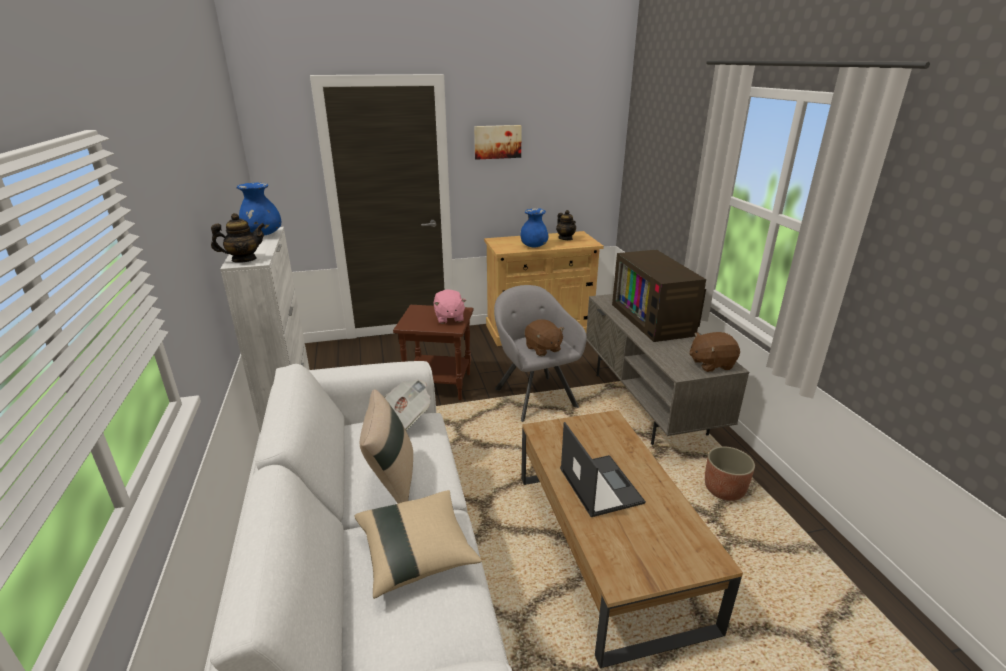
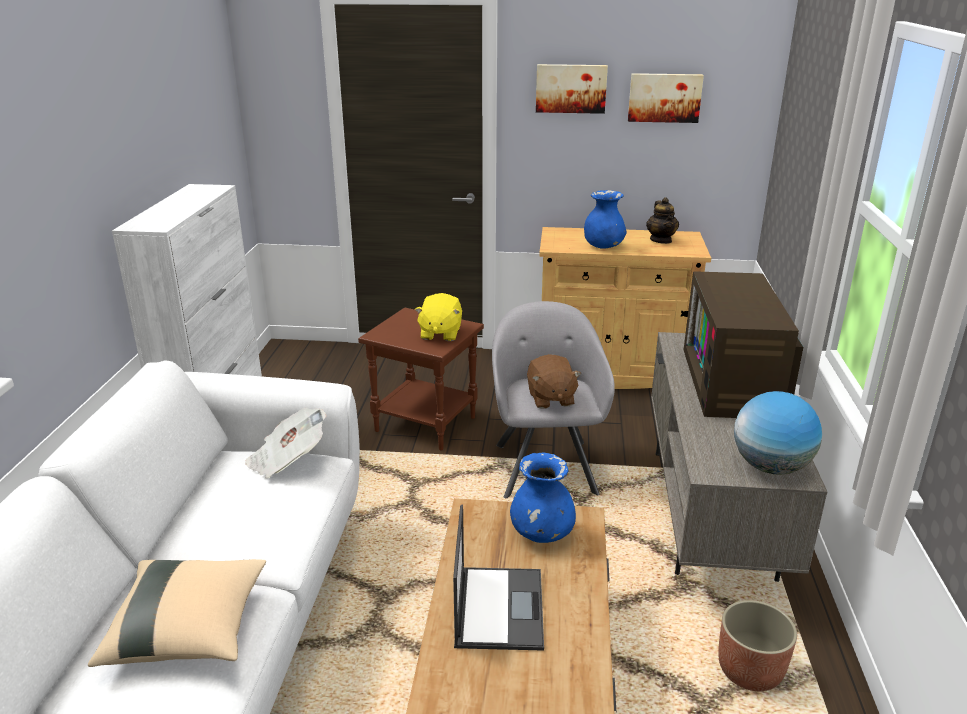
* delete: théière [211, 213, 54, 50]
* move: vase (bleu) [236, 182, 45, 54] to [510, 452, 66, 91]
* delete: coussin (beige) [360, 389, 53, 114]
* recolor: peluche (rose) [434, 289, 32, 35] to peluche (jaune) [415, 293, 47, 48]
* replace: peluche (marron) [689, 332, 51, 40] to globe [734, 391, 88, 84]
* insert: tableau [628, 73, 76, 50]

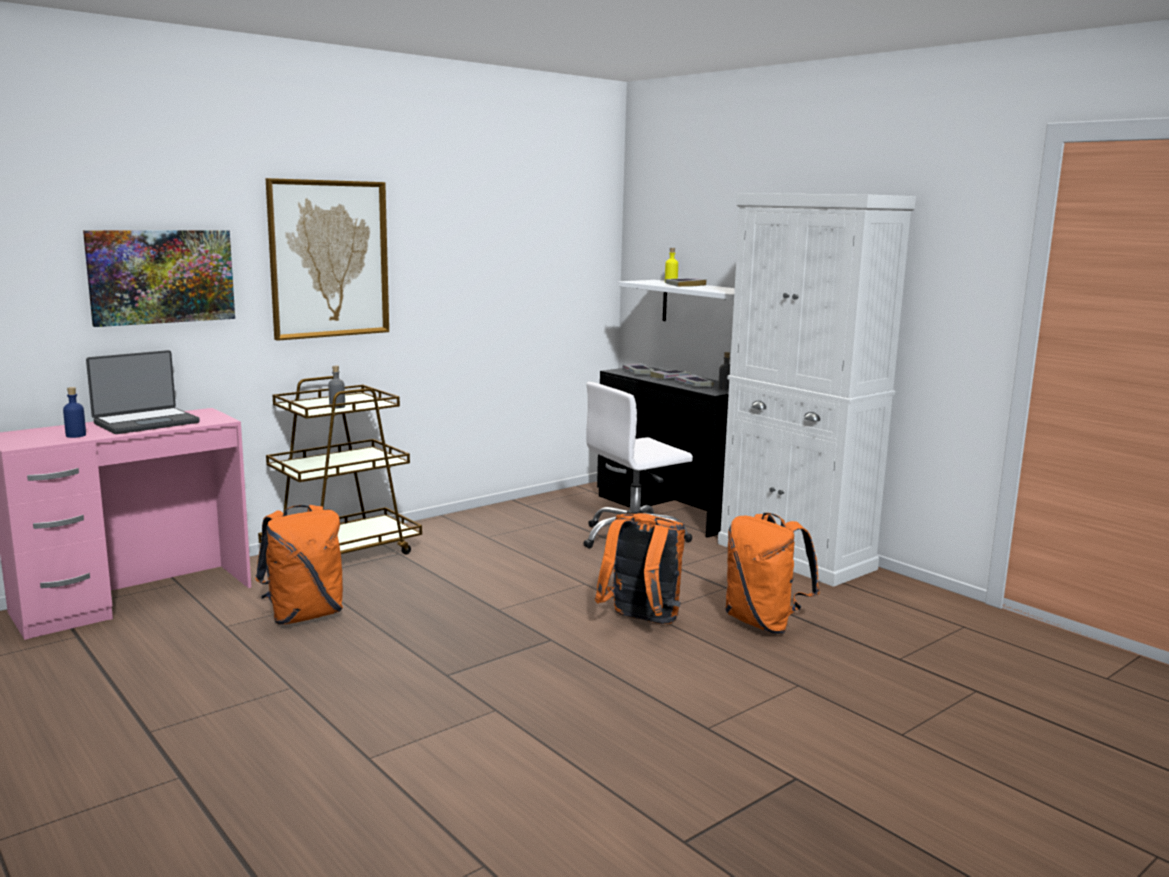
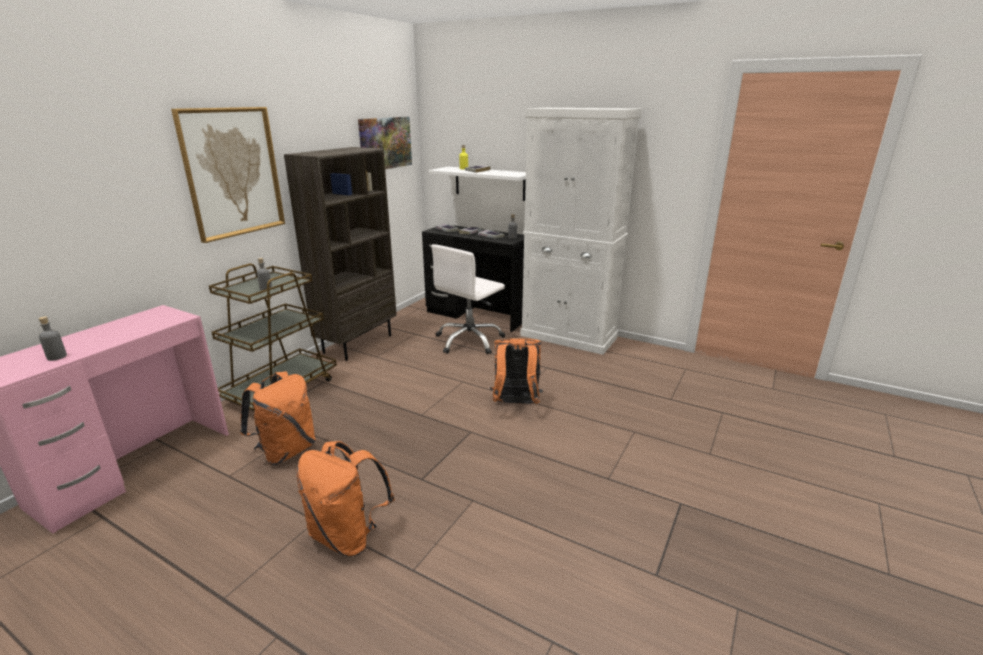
* recolor: bouteille (bleu) [63, 387, 23, 51] to bouteille (gris) [38, 316, 29, 45]
* move: tableau [83, 230, 152, 97] to [358, 117, 54, 52]
* delete: ordinateur portable [86, 350, 114, 84]
* move: sac à dos (orange) [725, 513, 95, 121] to [296, 441, 99, 115]
* insert: bibliothèque (marron) [284, 147, 113, 214]

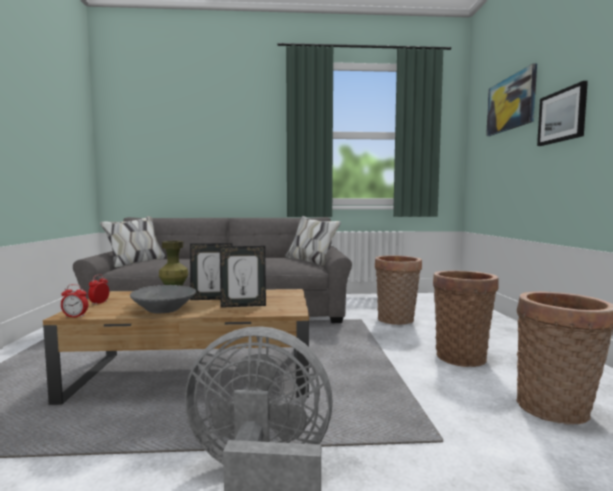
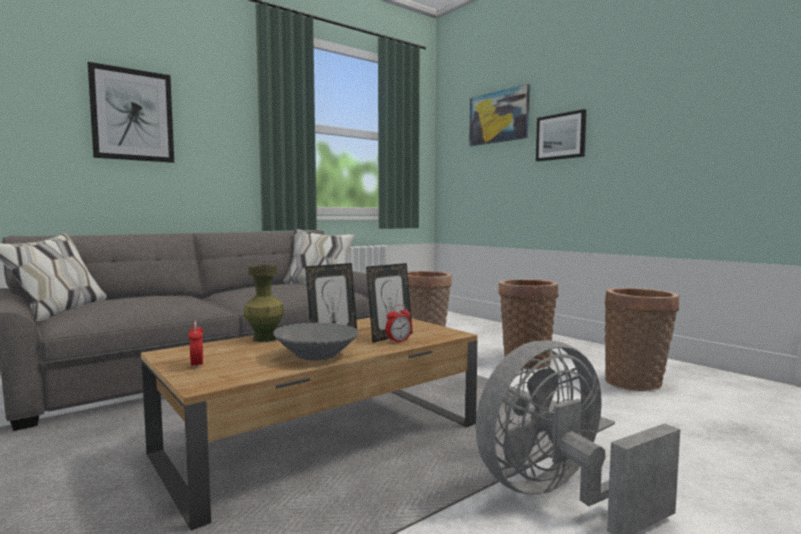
* move: réveil [61, 284, 27, 34] to [385, 304, 27, 39]
* insert: tableau [88, 62, 86, 101]

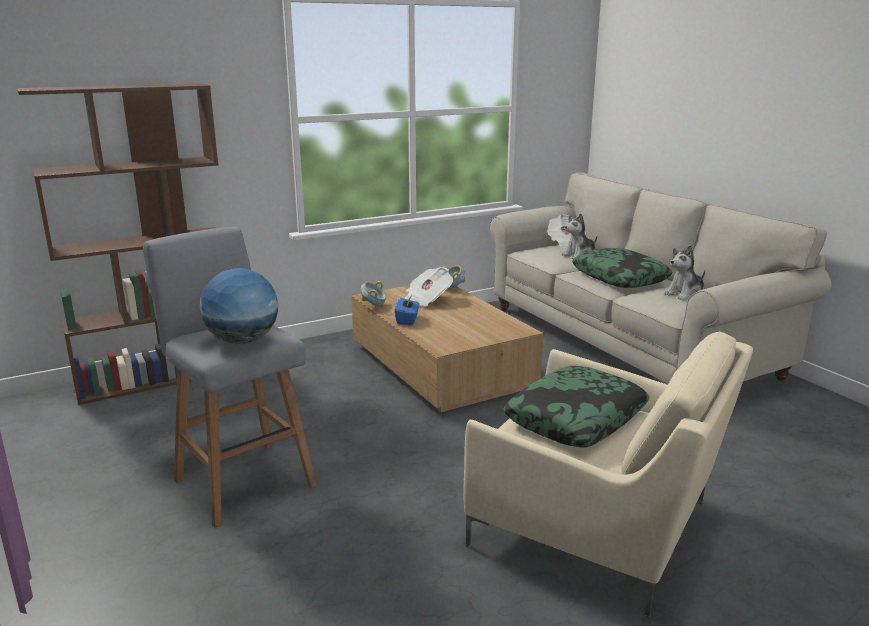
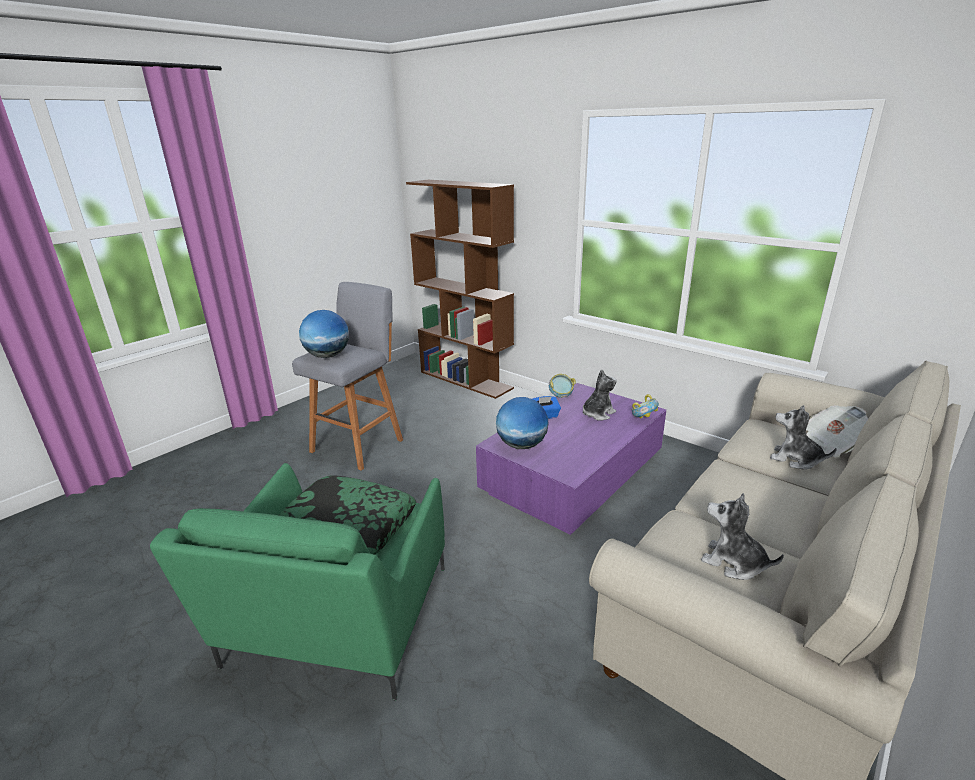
* recolor: table basse (marron) [351, 285, 192, 127] to table basse (violet) [476, 383, 190, 152]
* replace: journal [404, 267, 49, 40] to peluche [583, 370, 34, 51]
* recolor: fauteuil (beige) [464, 332, 289, 286] to fauteuil (vert) [150, 463, 295, 238]
* delete: coussin [572, 248, 100, 40]
* insert: globe [496, 397, 52, 52]

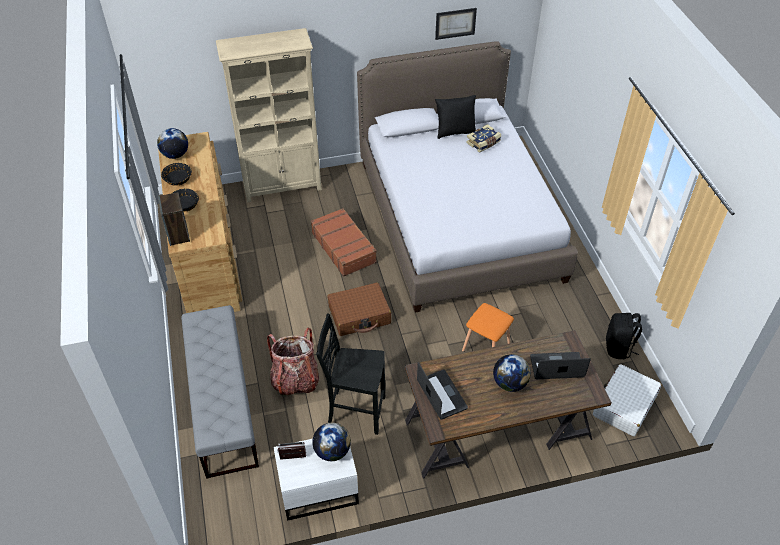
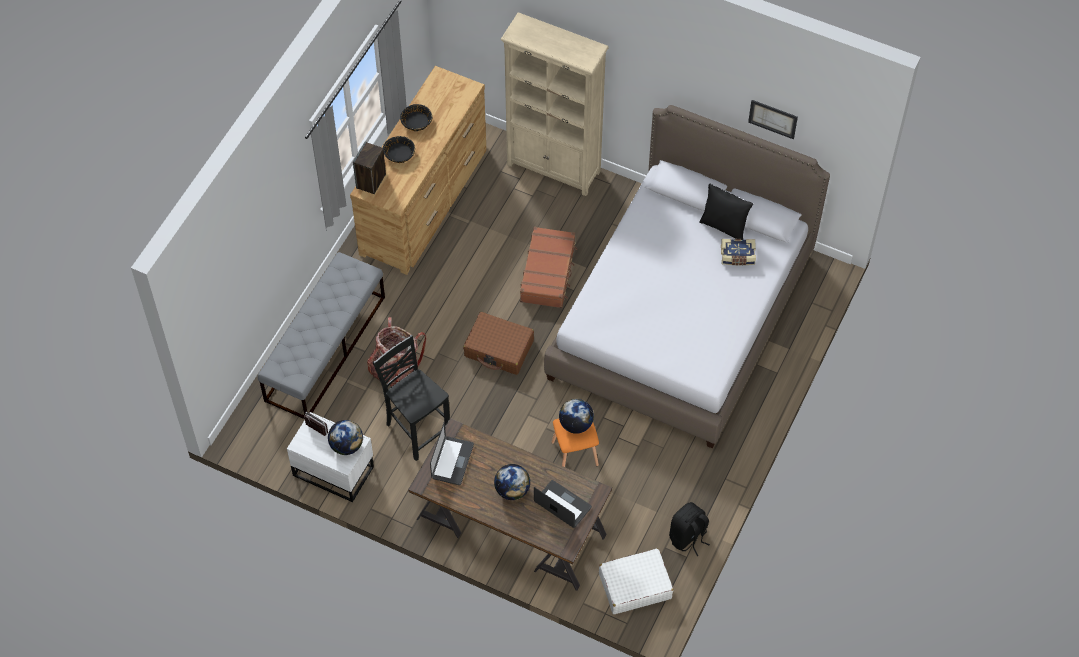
* move: globe [157, 128, 31, 31] to [559, 399, 35, 35]

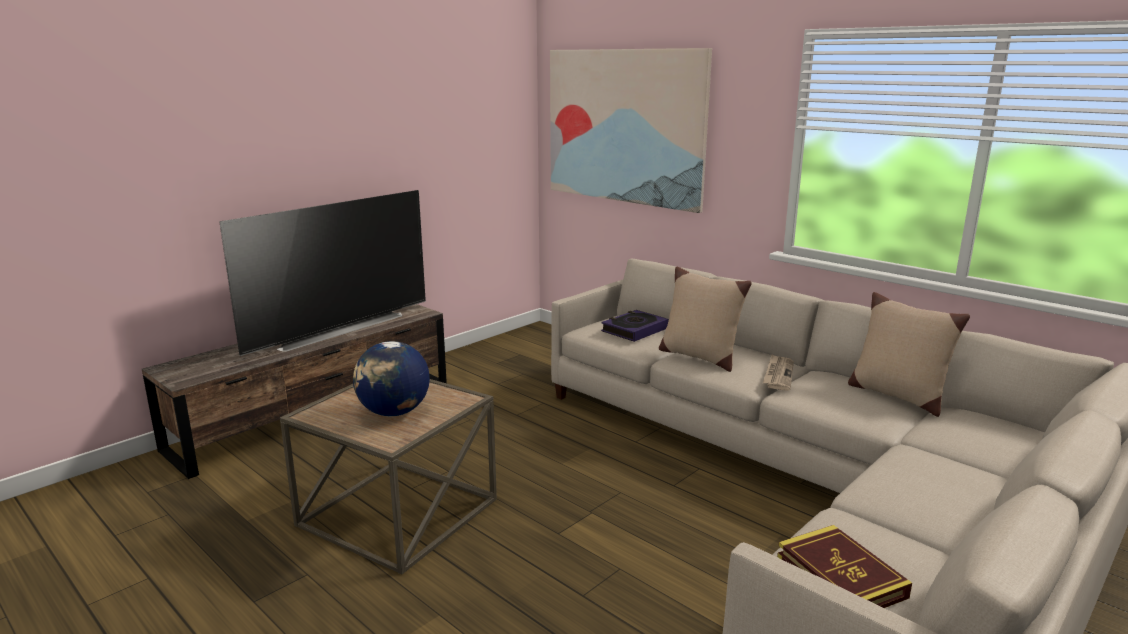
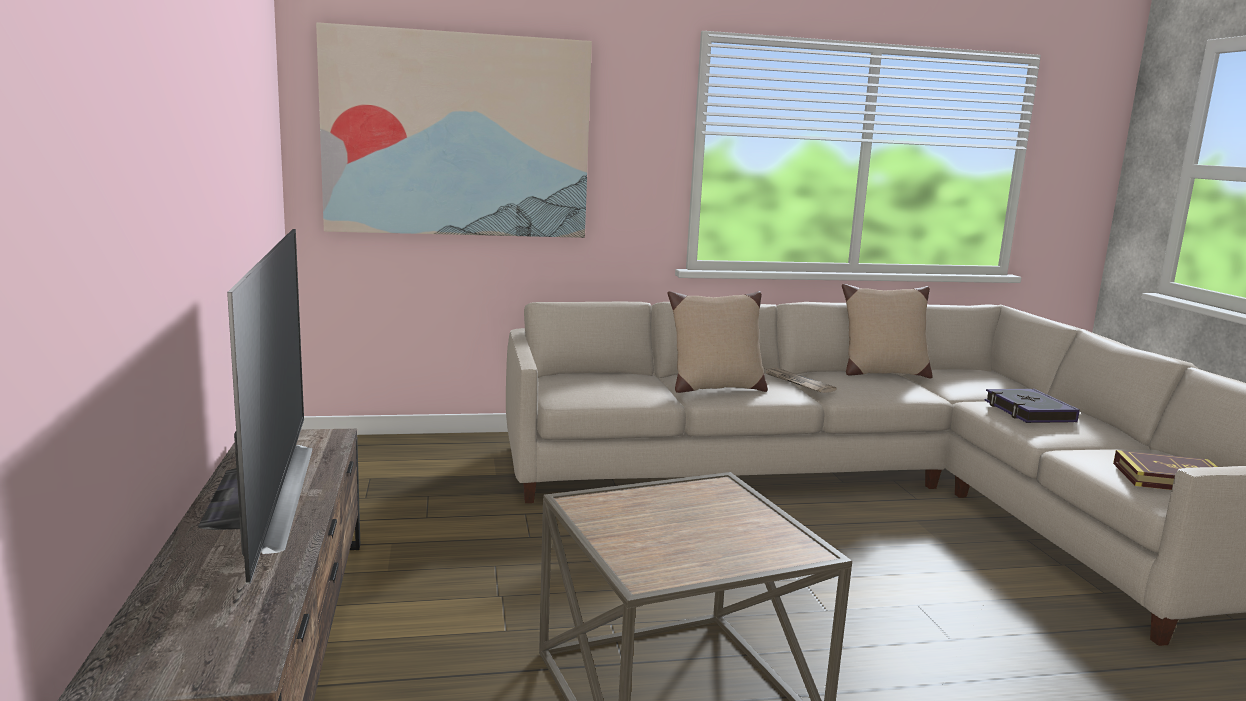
* delete: globe [353, 341, 77, 75]
* move: livre [601, 310, 68, 32] to [985, 389, 95, 34]

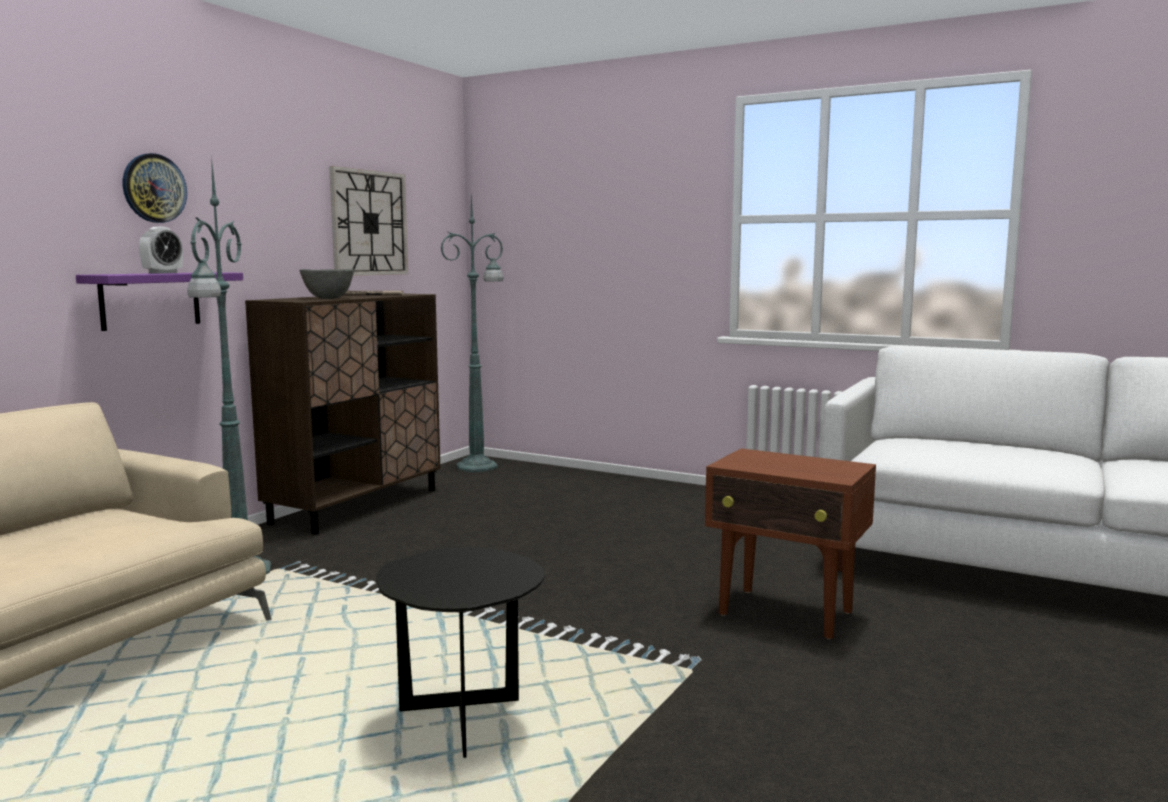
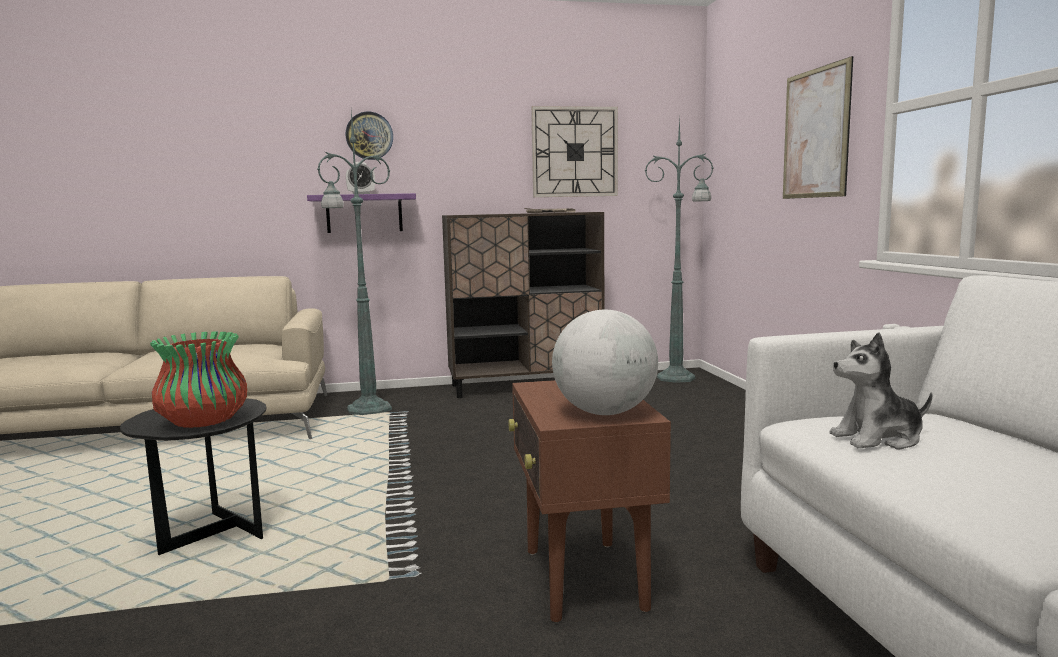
* delete: bol (gris) [300, 269, 54, 30]
* insert: vase [150, 331, 97, 97]
* insert: globe [552, 310, 106, 105]
* insert: tableau [783, 56, 70, 143]
* insert: peluche [830, 332, 102, 118]

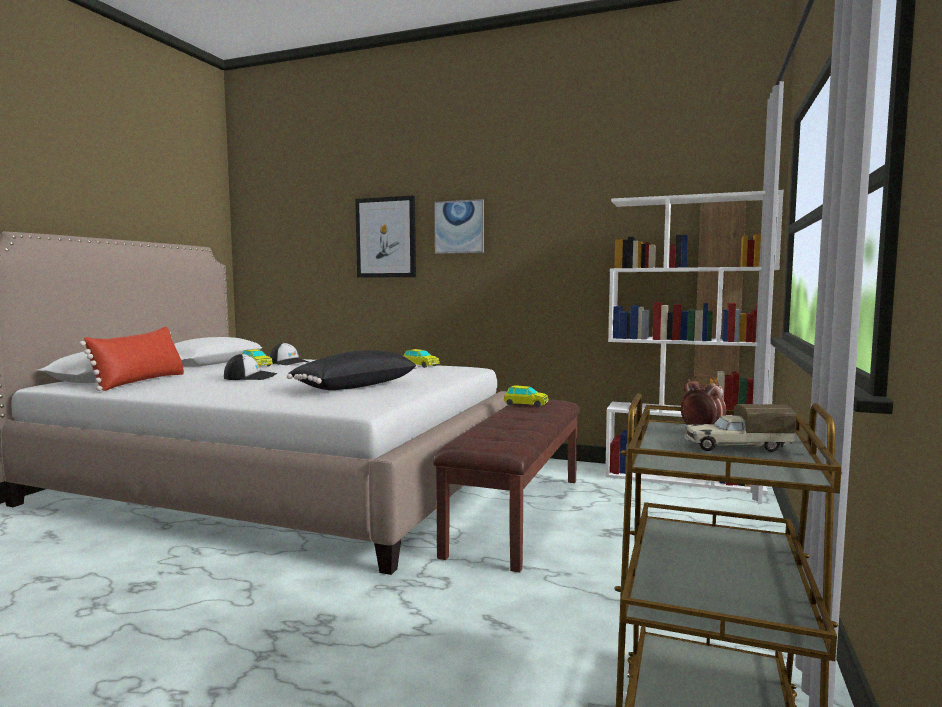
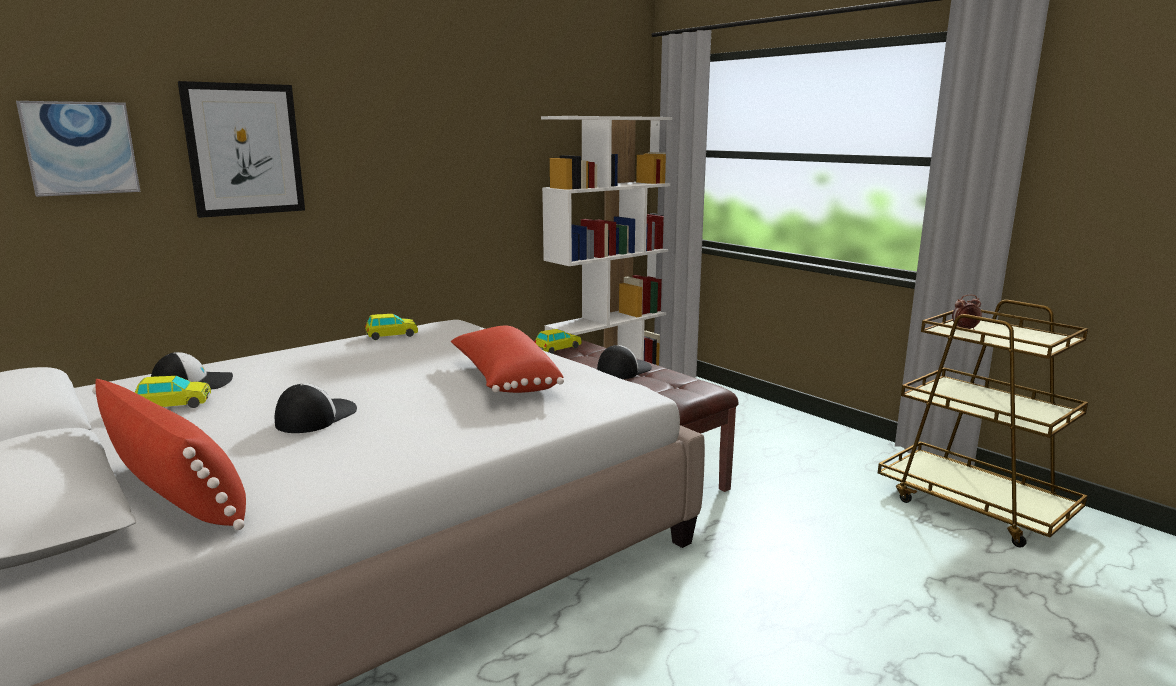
* recolor: coussin (noir) [287, 350, 131, 40] to coussin (rouge) [451, 326, 113, 67]
* move: tableau [434, 199, 50, 55] to [16, 101, 124, 96]
* delete: camion jouet [685, 404, 111, 48]
* insert: casquette [597, 345, 55, 34]

